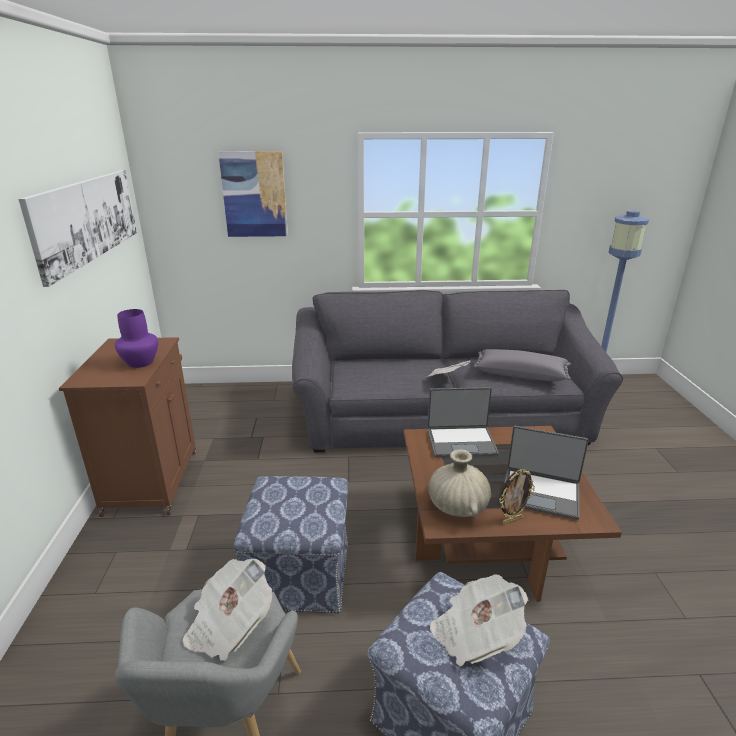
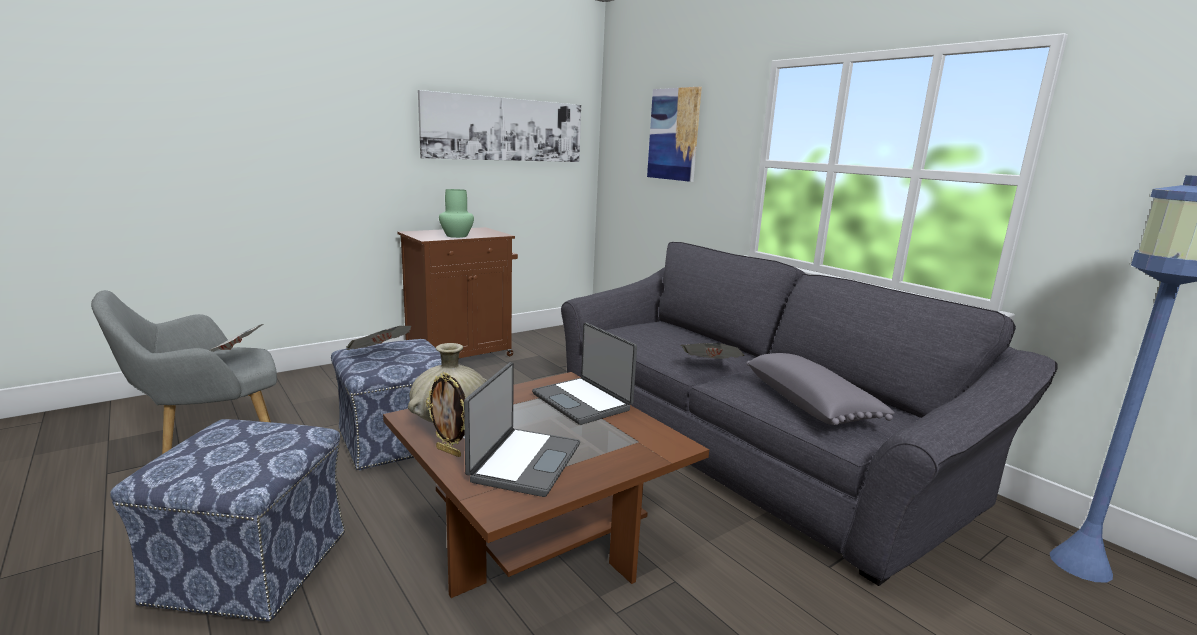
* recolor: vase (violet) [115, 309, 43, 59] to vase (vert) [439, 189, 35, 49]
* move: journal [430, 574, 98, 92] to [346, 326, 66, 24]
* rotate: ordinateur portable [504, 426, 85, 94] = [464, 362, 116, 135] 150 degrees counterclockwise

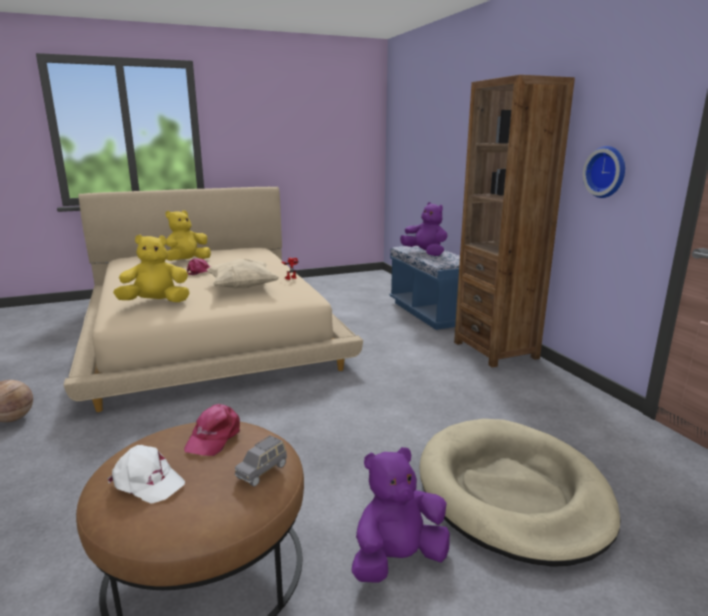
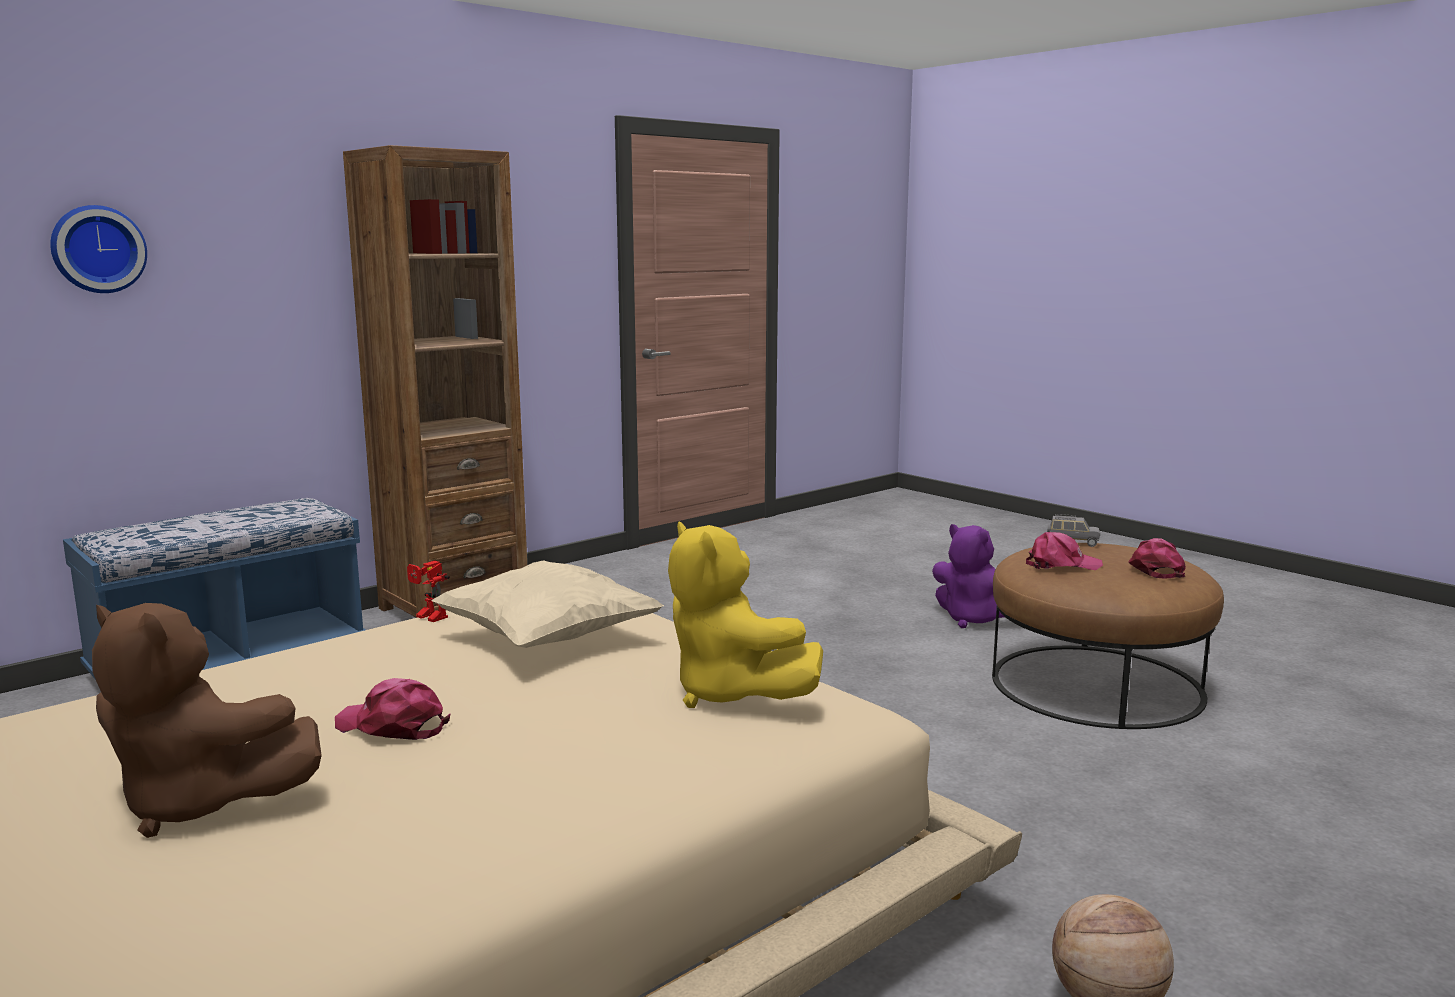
* recolor: casquette (blanc) [107, 445, 78, 59] to casquette (rose) [1128, 538, 58, 41]
* recolor: peluche (jaune) [165, 210, 46, 51] to peluche (marron) [92, 603, 230, 235]
* delete: peluche (violet) [400, 202, 47, 54]
* delete: panier pour chien (beige) [419, 419, 202, 148]
* move: horloge murale [583, 146, 42, 52] to [50, 205, 97, 88]

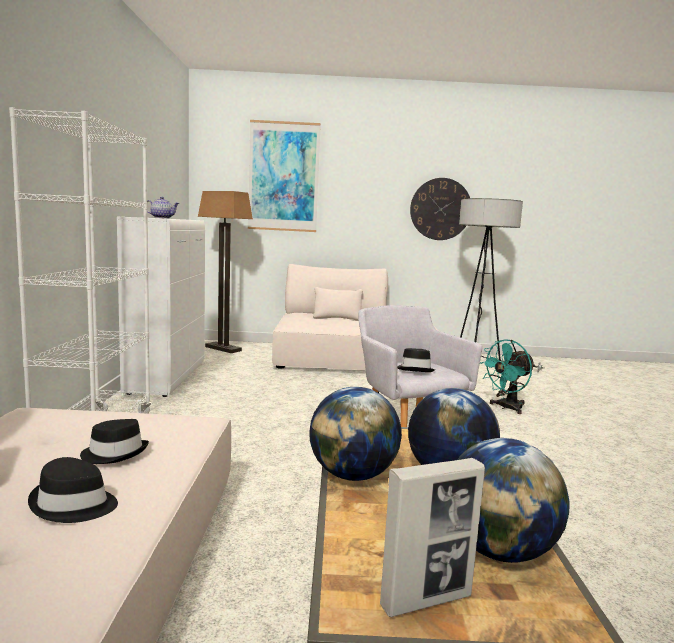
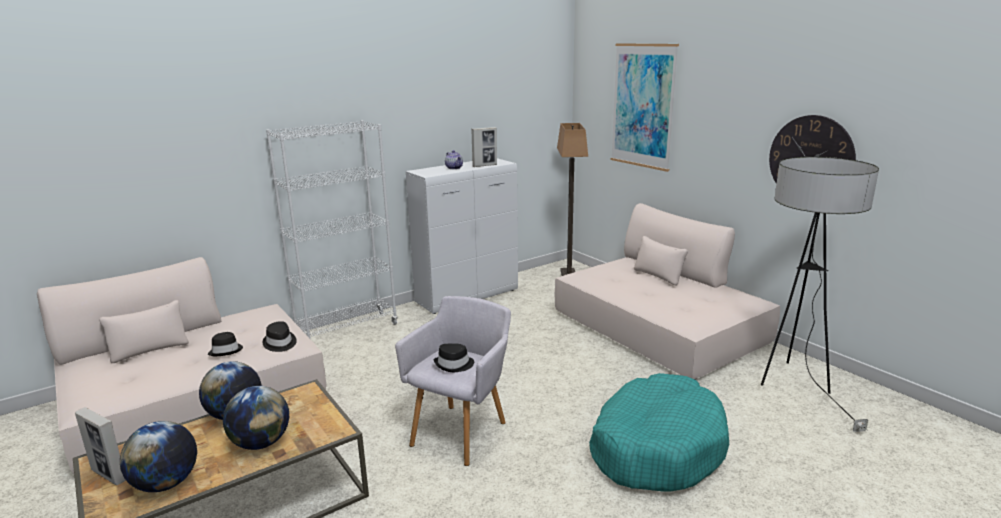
* move: chapeau (noir) [28, 457, 90, 66] to [263, 321, 34, 31]
* replace: ventilateur (turquoise) [480, 339, 55, 75] to panier pour chien (turquoise) [589, 373, 140, 118]
* insert: cadre photo [471, 127, 26, 40]

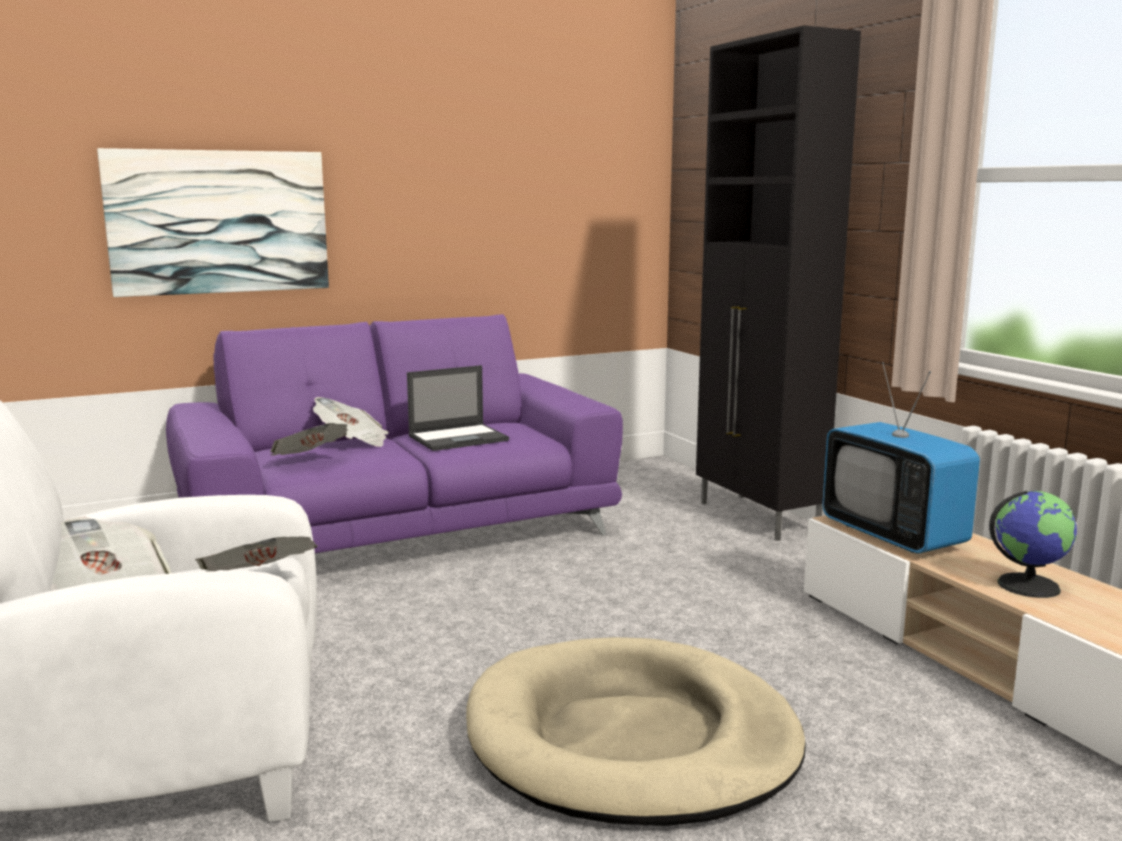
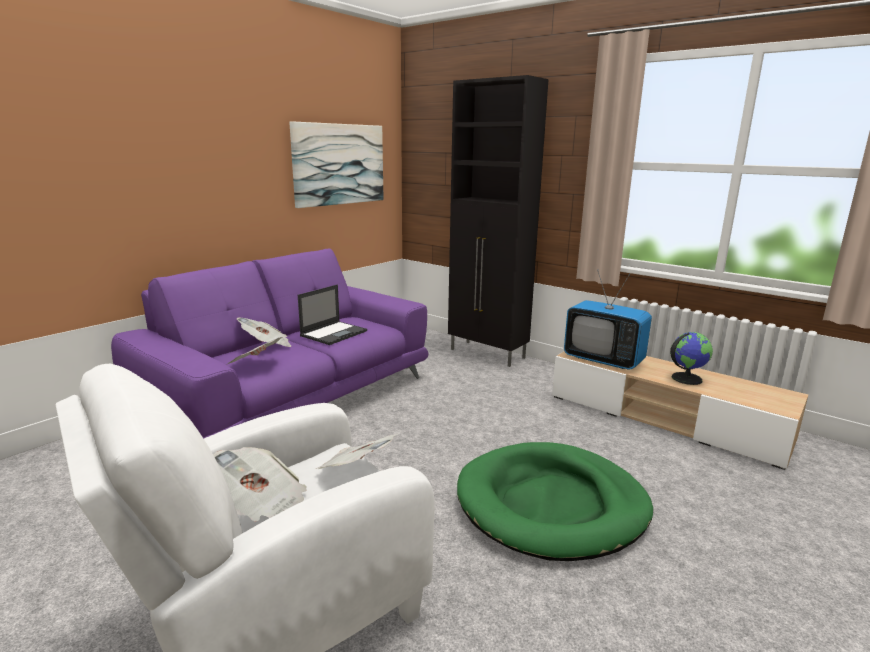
* move: tableau [97, 148, 232, 149] to [289, 121, 95, 87]
* recolor: panier pour chien (beige) [466, 637, 340, 189] to panier pour chien (vert) [457, 442, 196, 119]

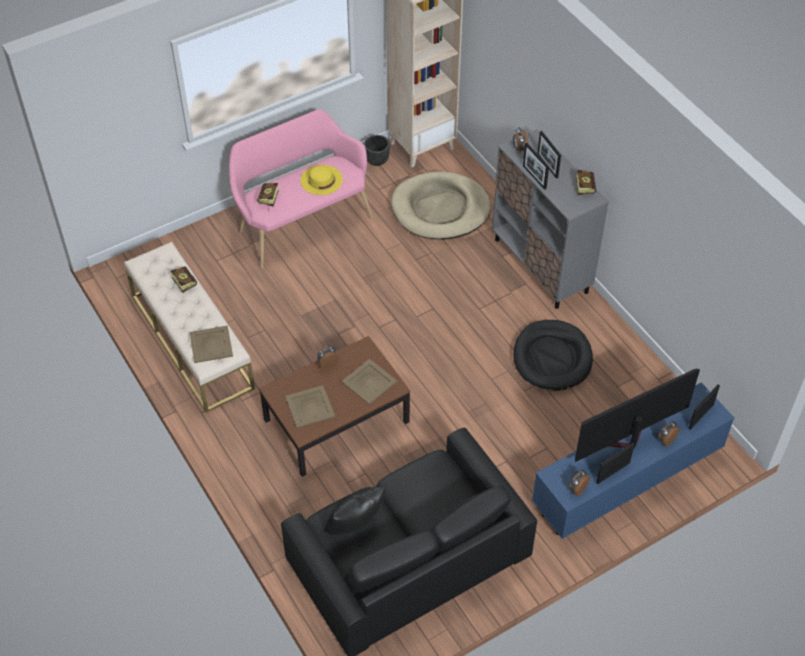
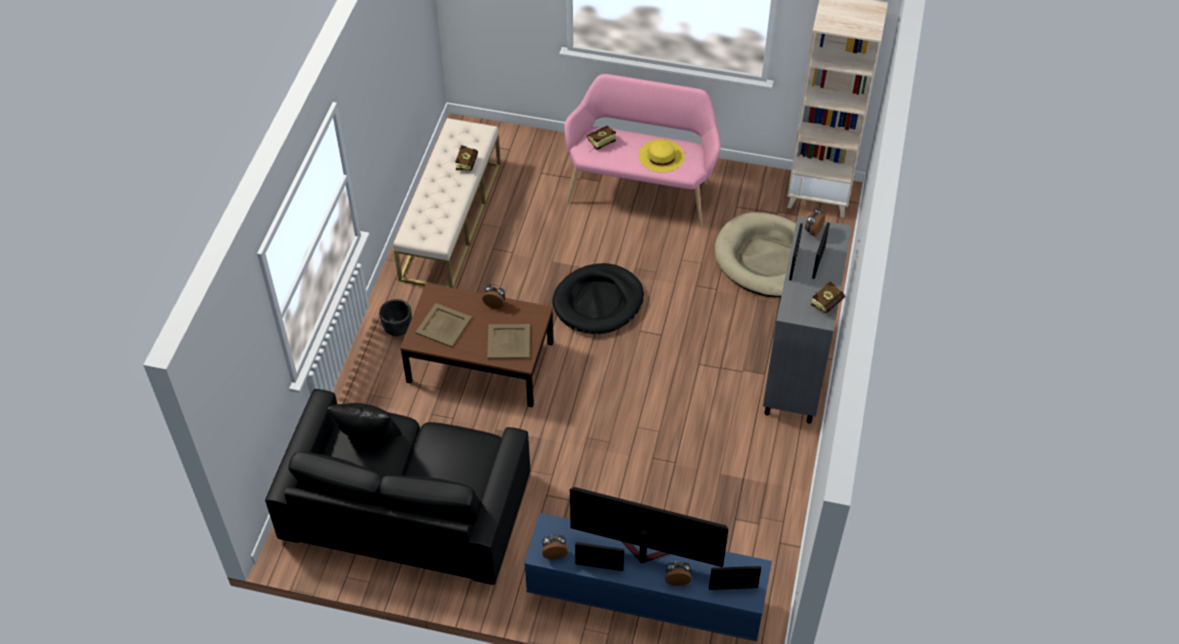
* delete: plateau (beige) [190, 325, 43, 38]
* move: cache-pot (noir) [364, 135, 26, 31] to [379, 299, 33, 37]
* move: panier pour chien (noir) [513, 320, 80, 71] to [552, 263, 92, 71]

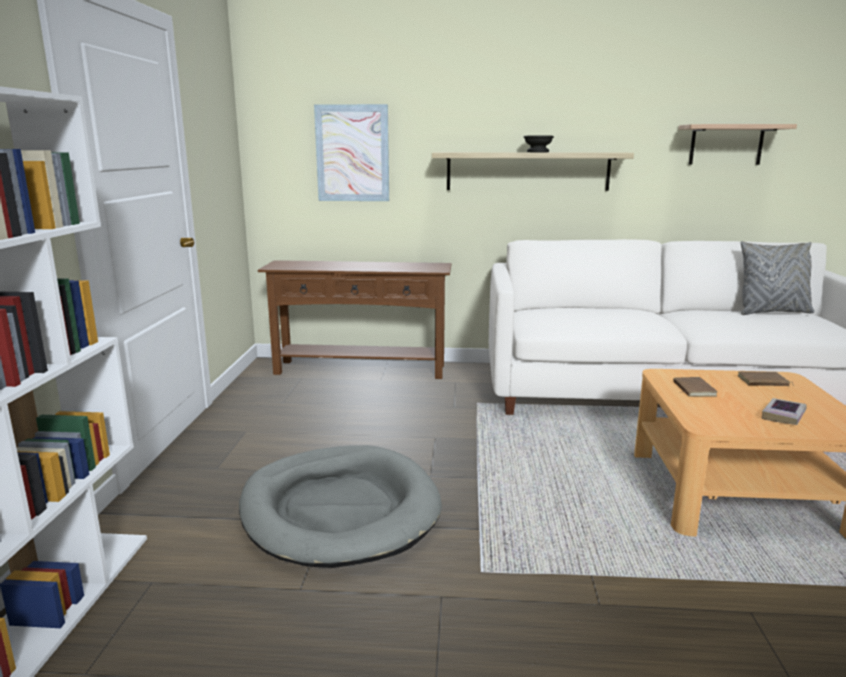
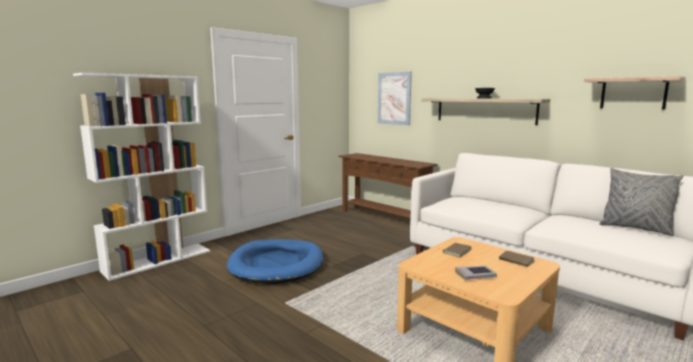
* recolor: panier pour chien (gris) [239, 445, 203, 123] to panier pour chien (bleu) [227, 239, 96, 45]

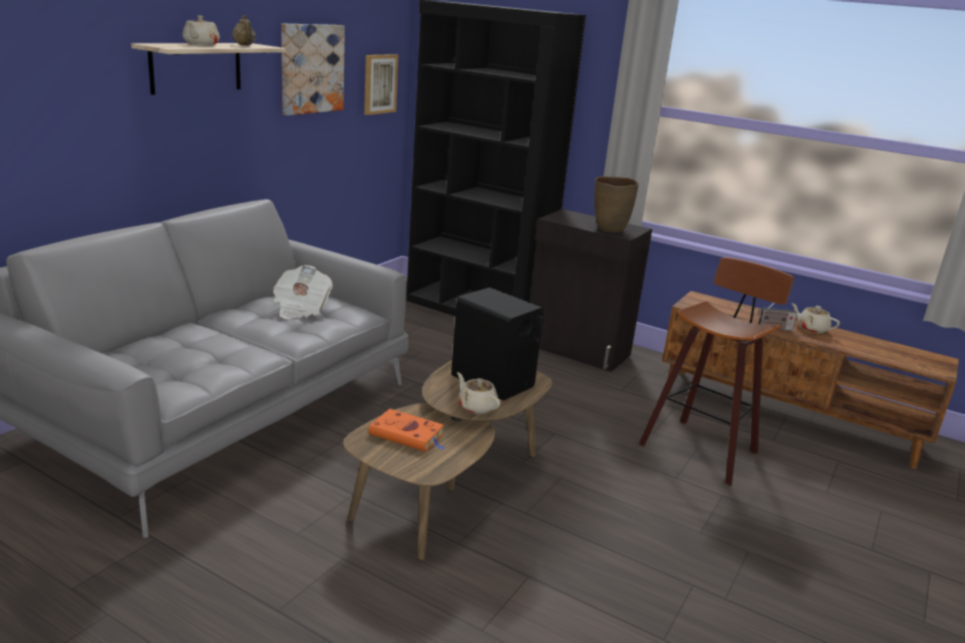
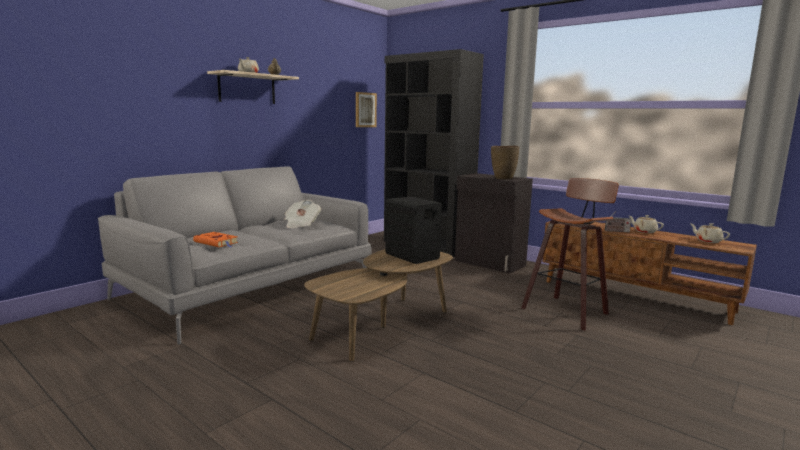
* delete: tableau [281, 24, 64, 92]
* move: livre (orange) [368, 409, 78, 43] to [193, 232, 45, 15]
* move: théière (beige) [457, 372, 43, 42] to [691, 223, 39, 20]

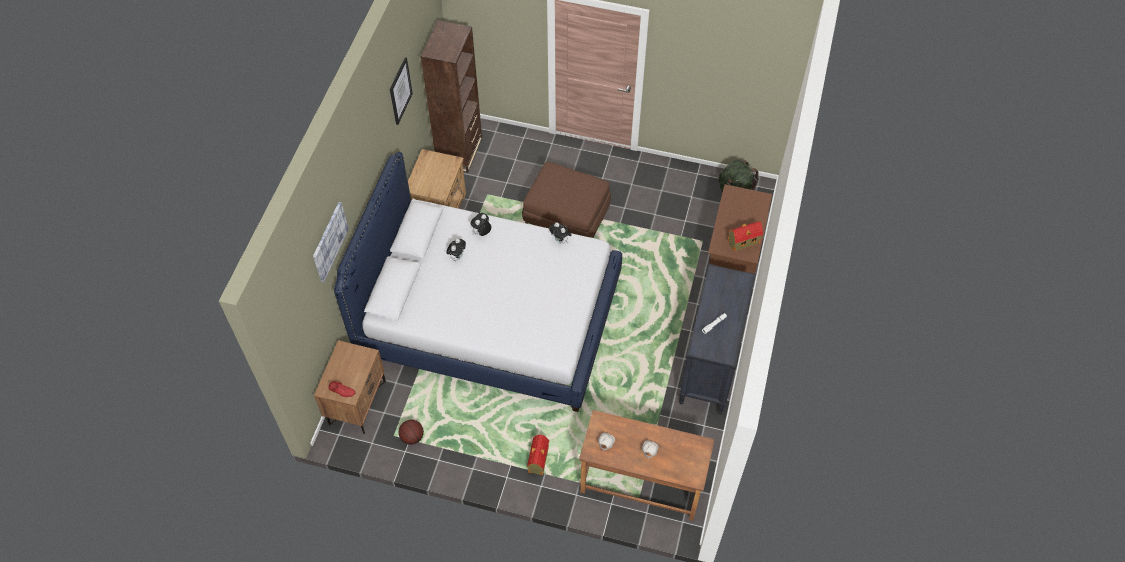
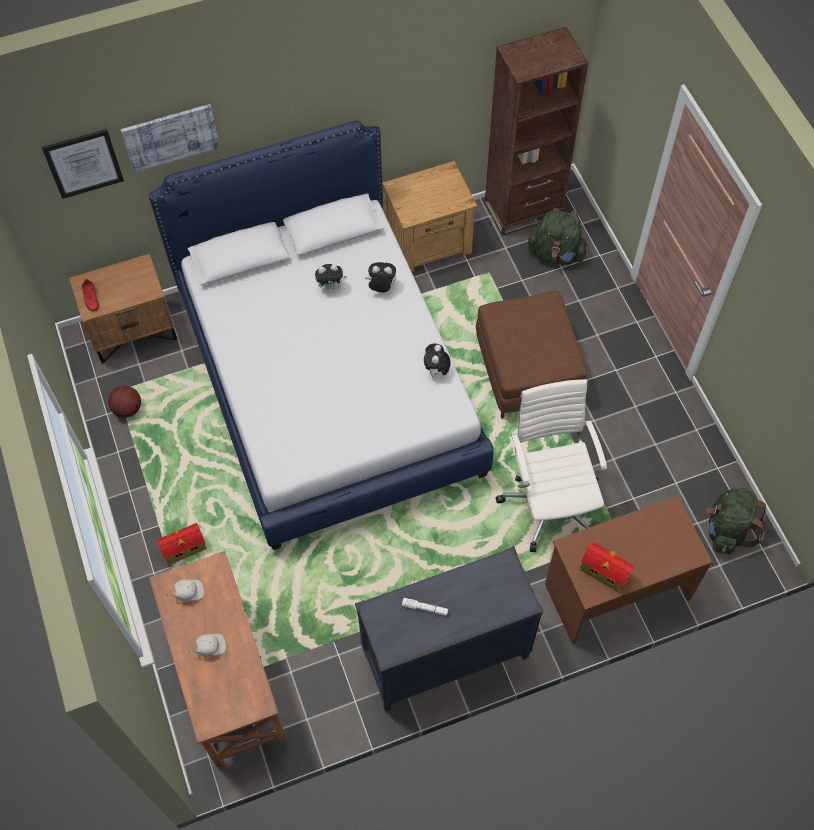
* move: tableau [390, 57, 23, 68] to [42, 129, 82, 70]
* insert: chaise de bureau (blanc) [496, 379, 111, 173]
* insert: sac à dos (vert) [528, 208, 60, 57]

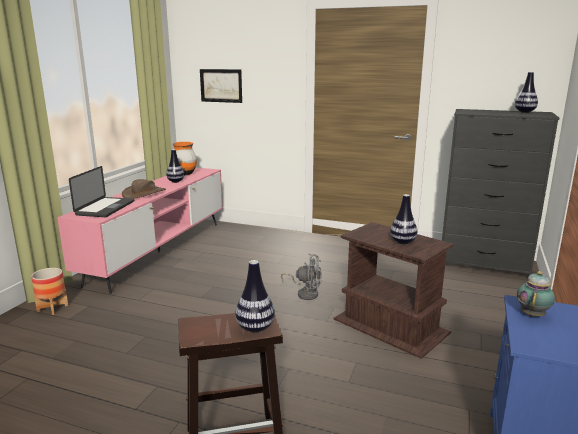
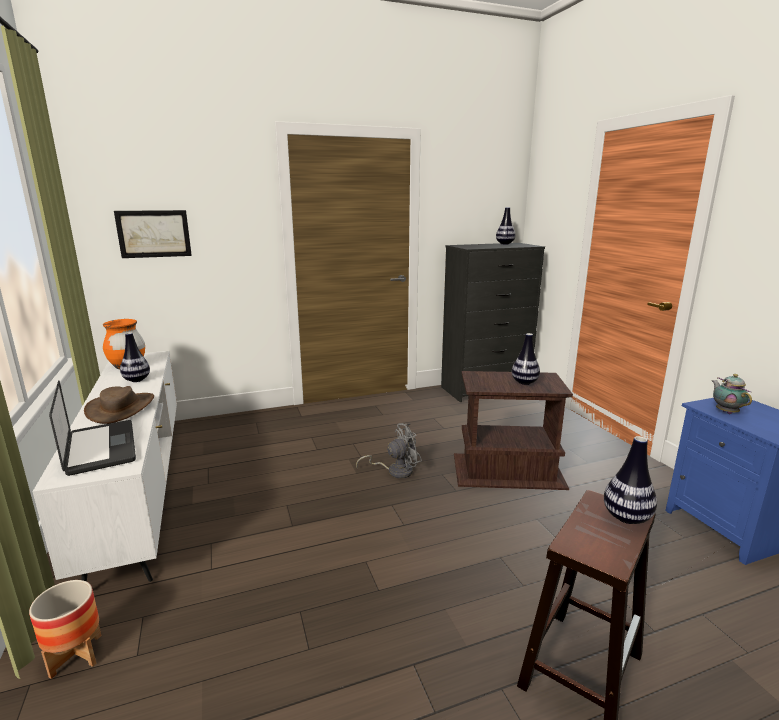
* recolor: meuble télé (rose) [57, 167, 166, 127] to meuble télé (blanc) [33, 351, 144, 231]

